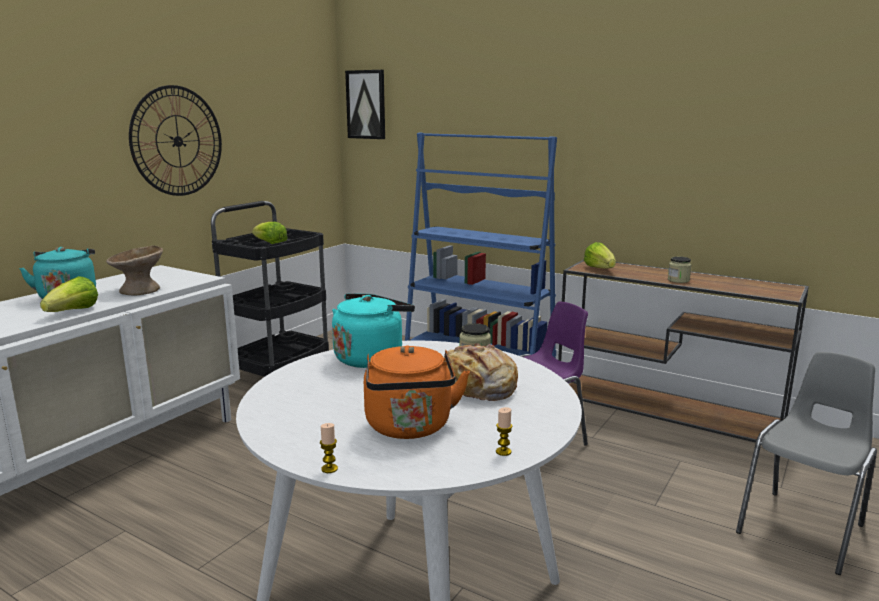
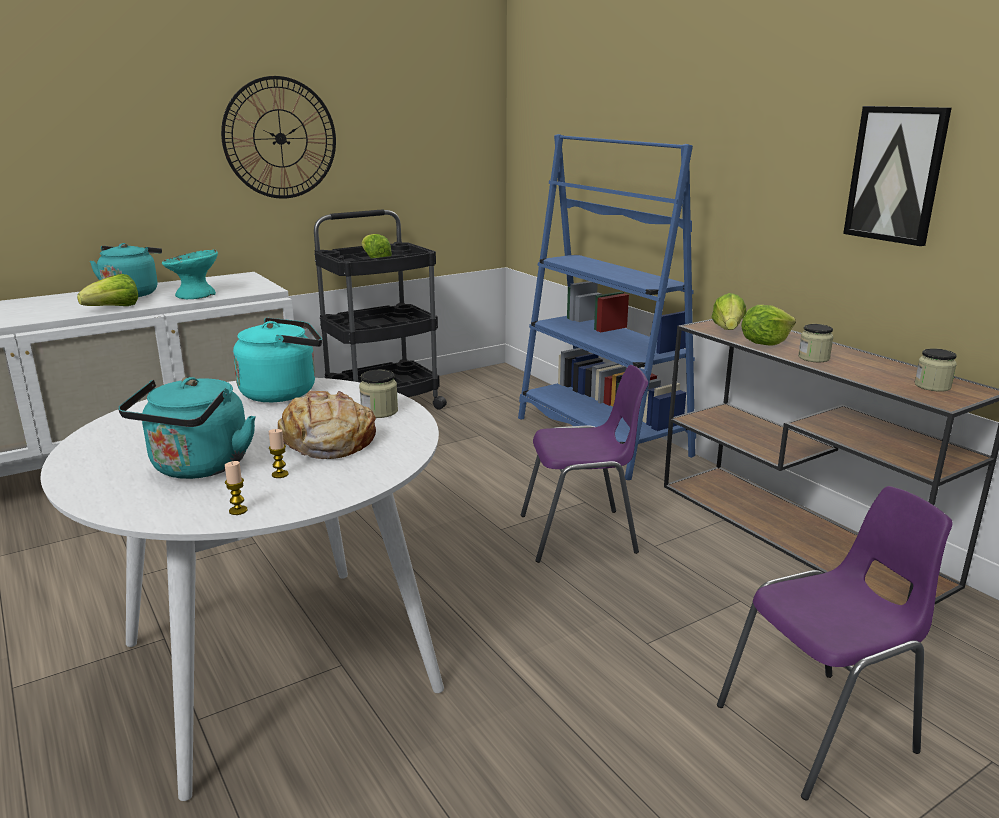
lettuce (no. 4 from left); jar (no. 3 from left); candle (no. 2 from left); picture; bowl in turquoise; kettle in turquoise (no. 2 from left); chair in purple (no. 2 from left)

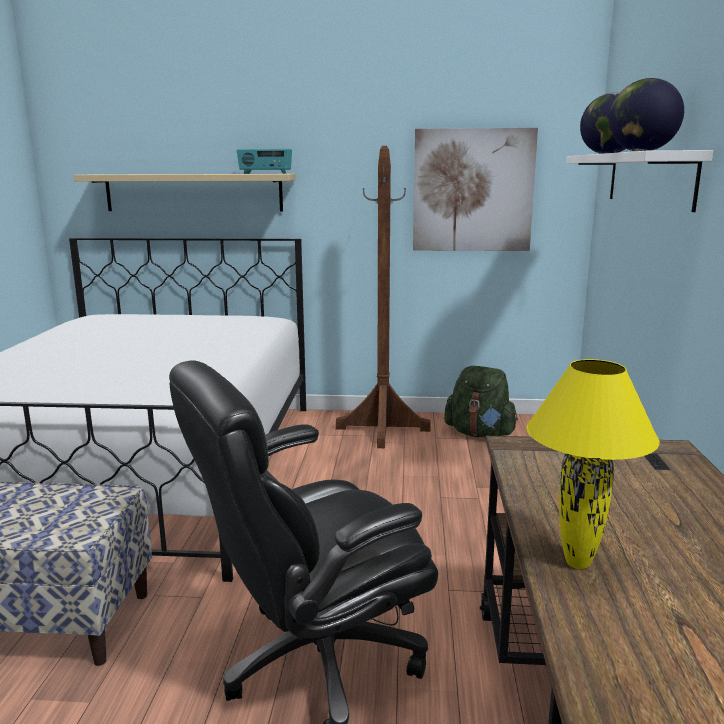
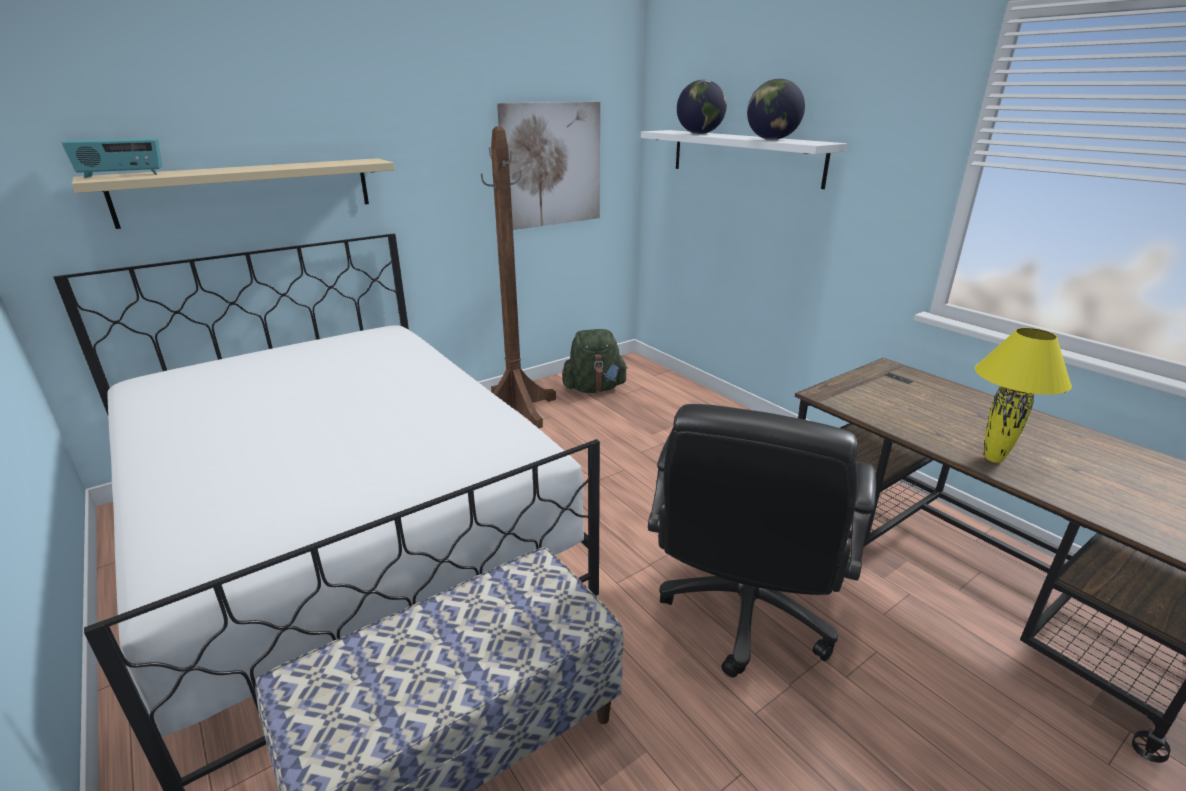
radio

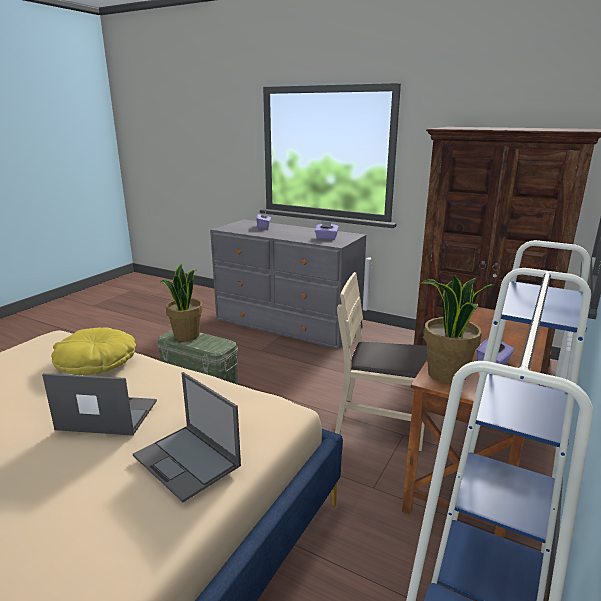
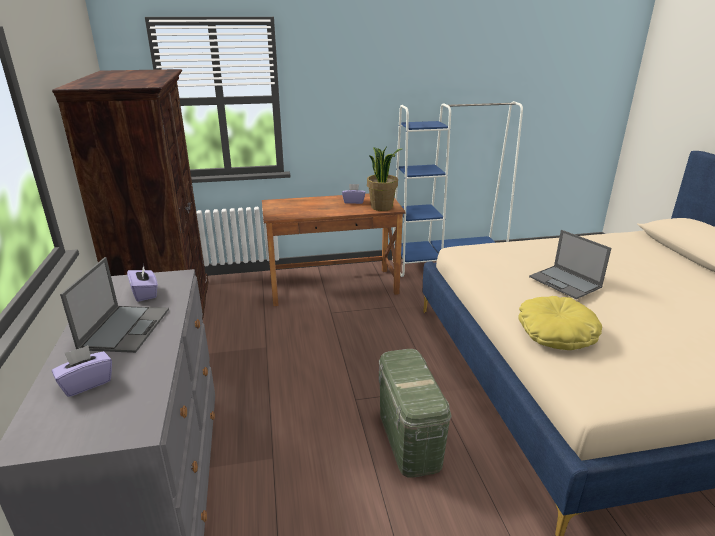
potted plant (no. 1 from left in the first image); chair in beige; laptop (no. 1 from left)

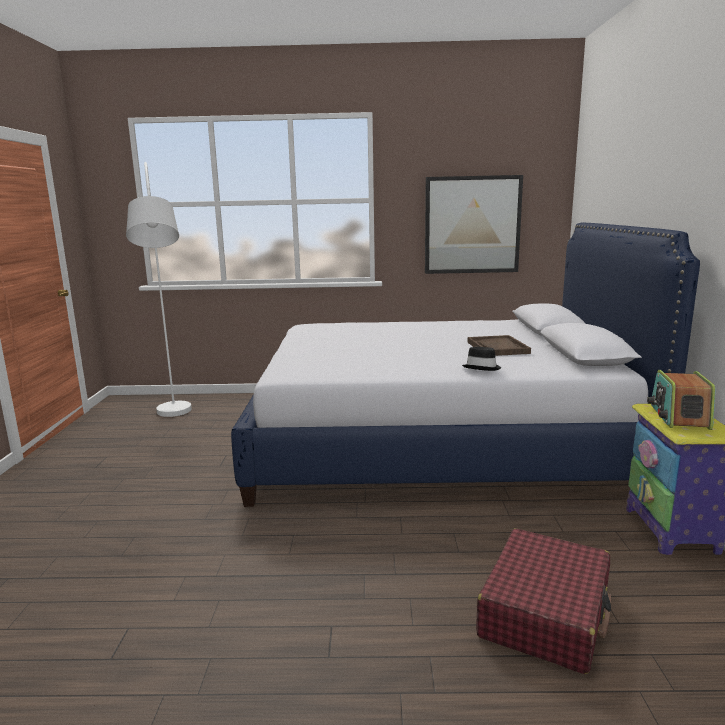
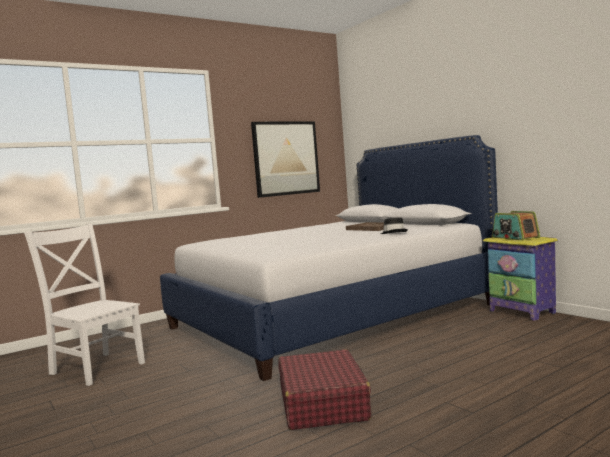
suitcase in red; chair in white

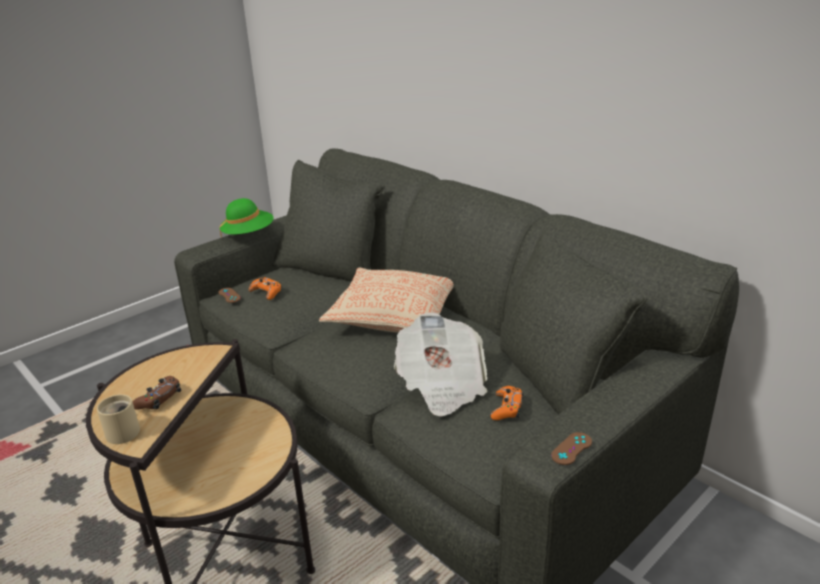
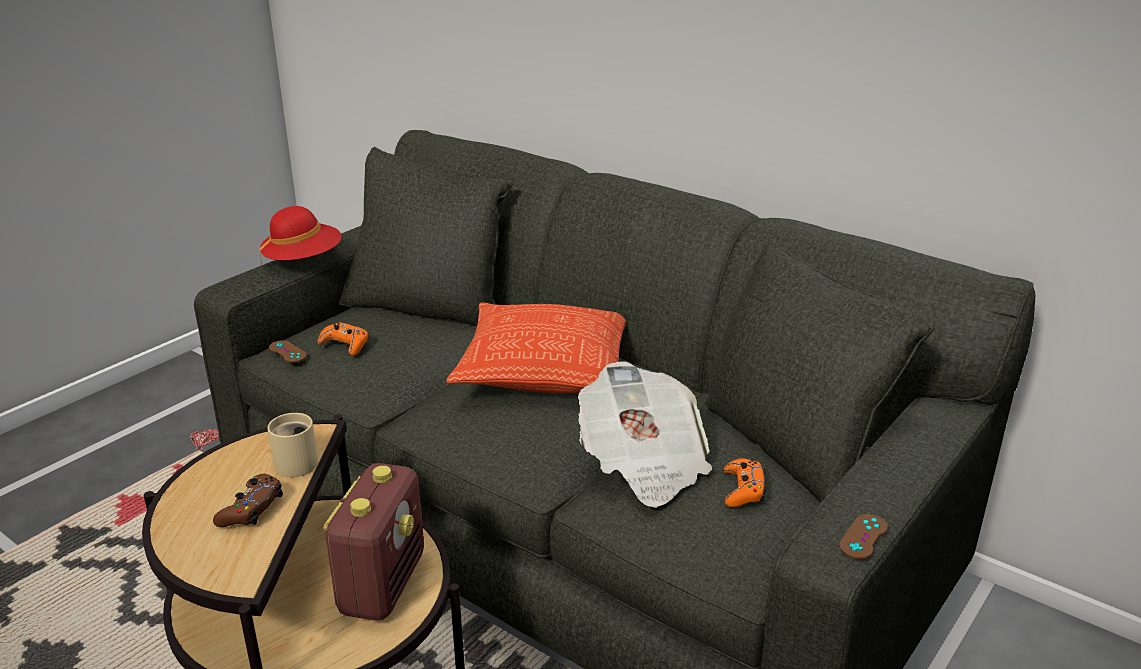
radio; mug in beige; hat in red; pillow in orange

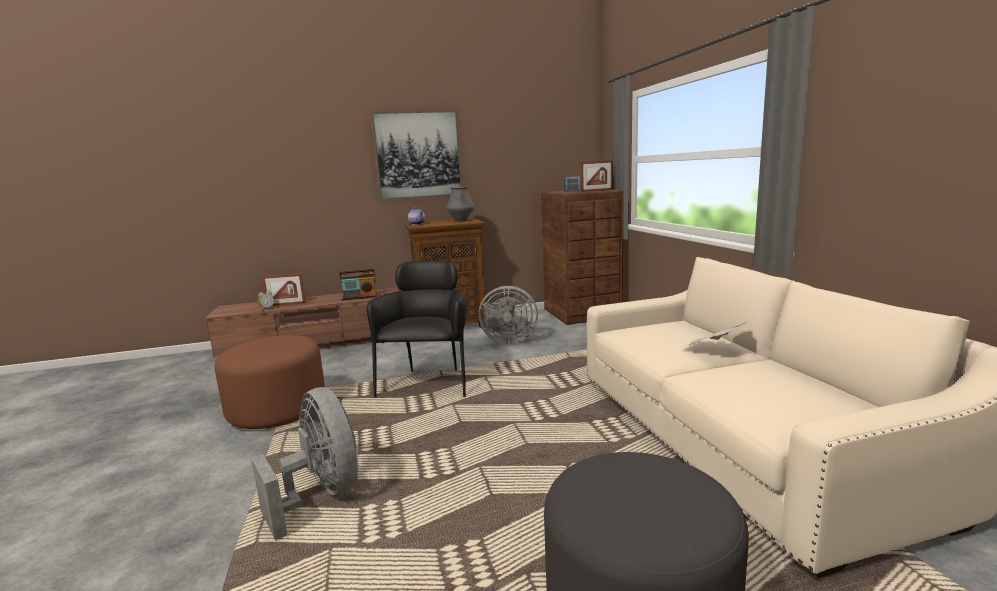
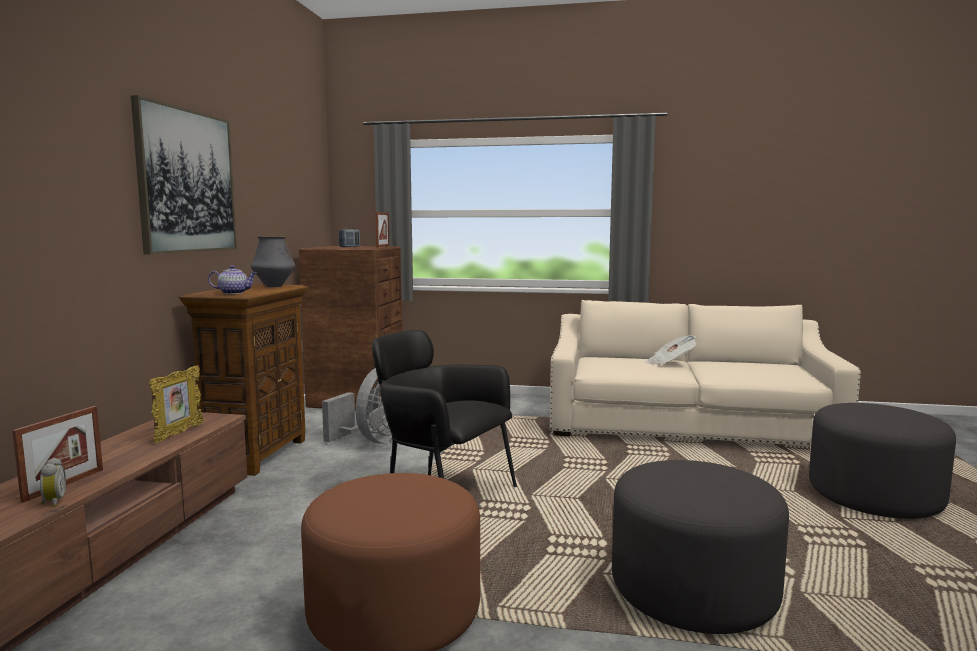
ottoman in grey (no. 1 from left); picture frame (no. 2 from left)

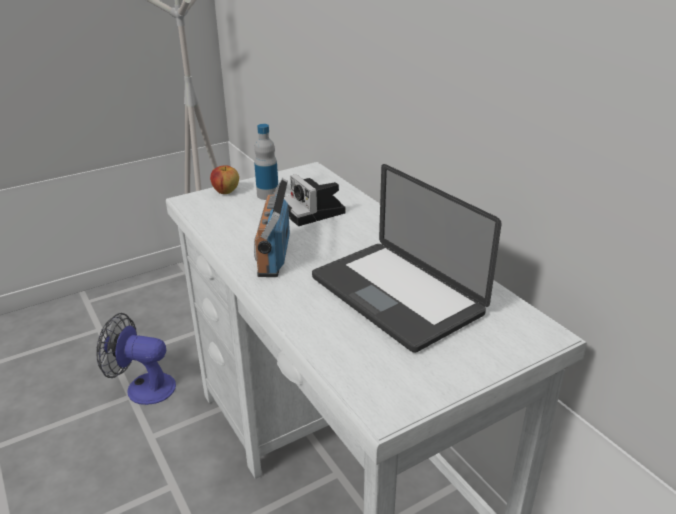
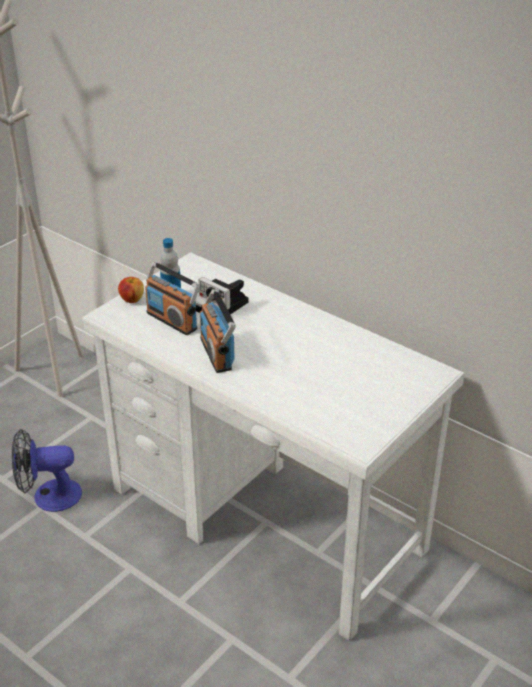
laptop; radio (no. 1 from left)

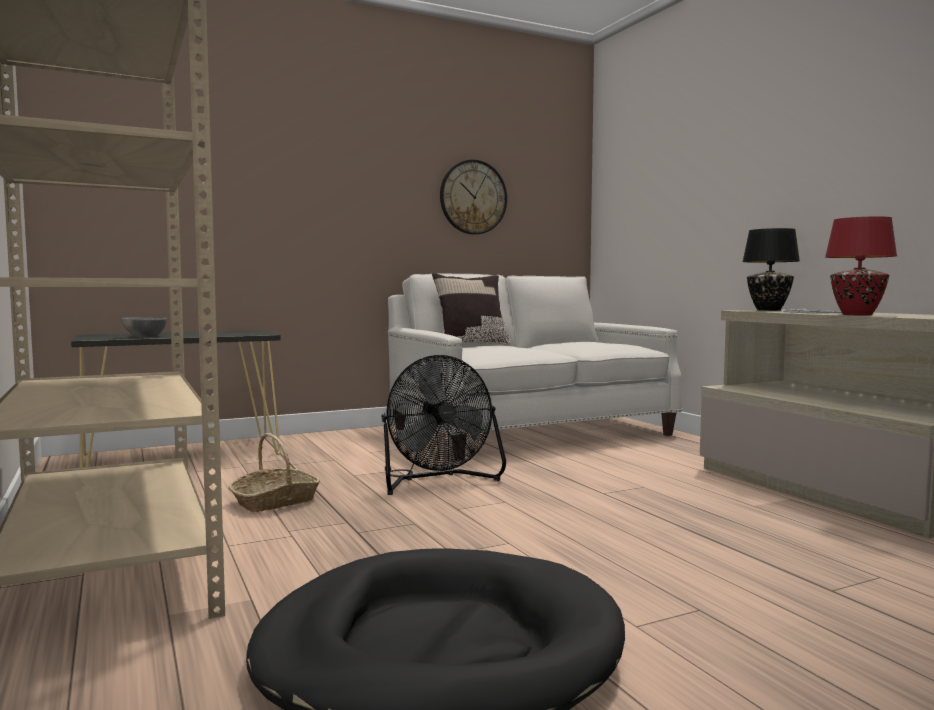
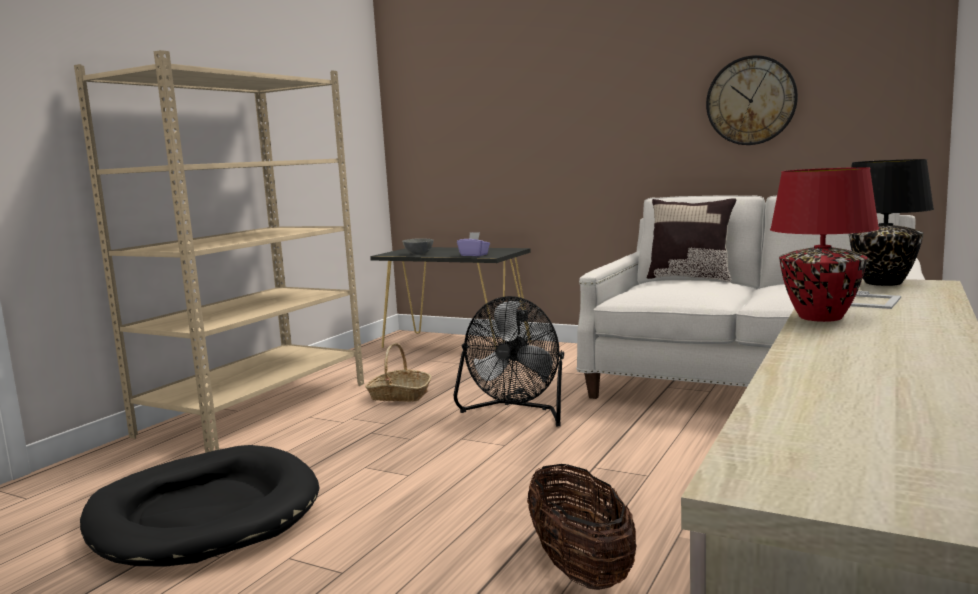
tissue box in purple; basket (no. 2 from left)

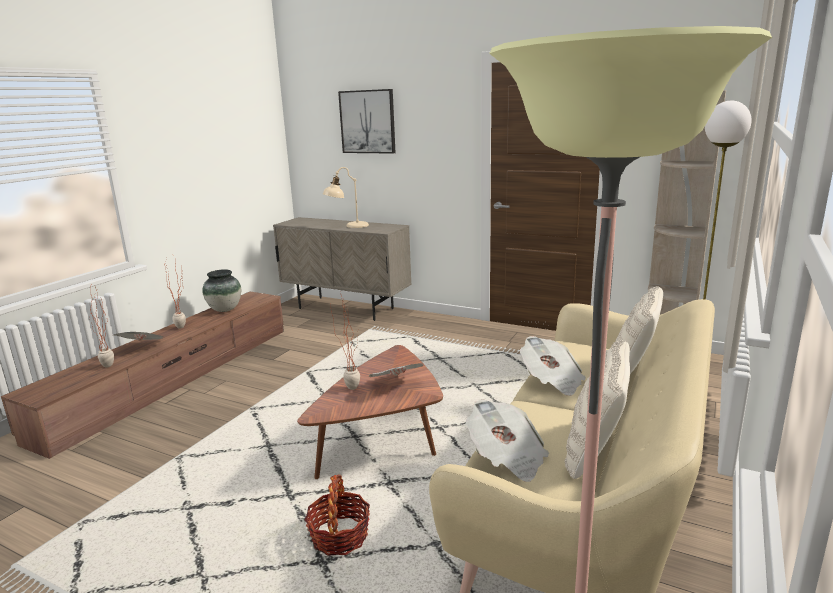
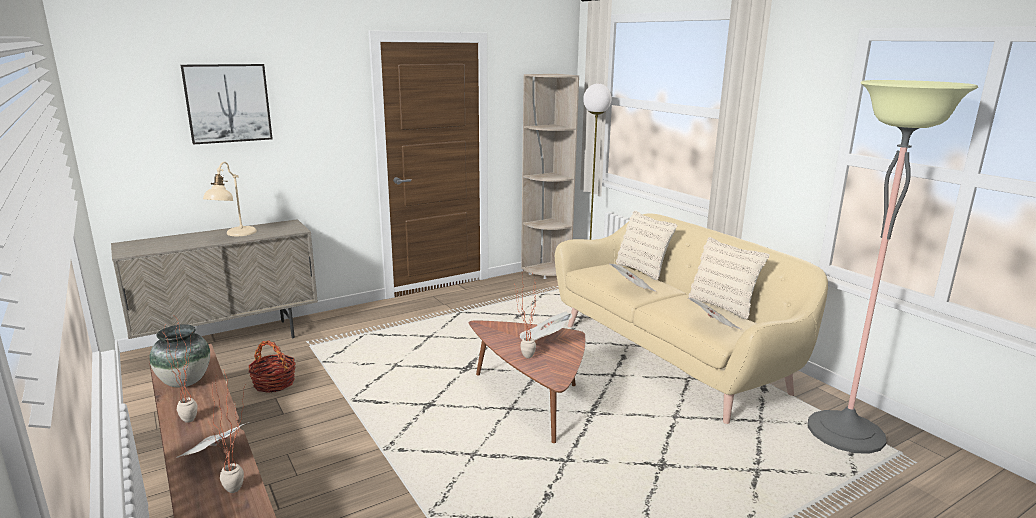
basket

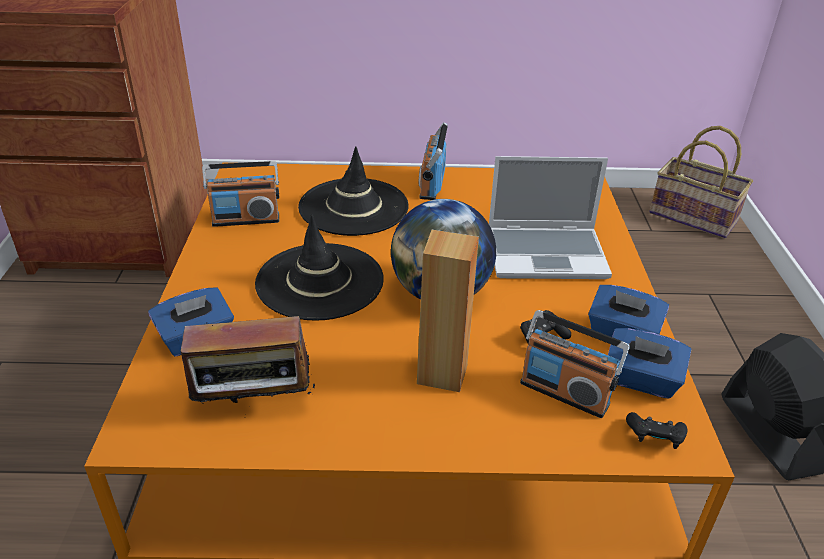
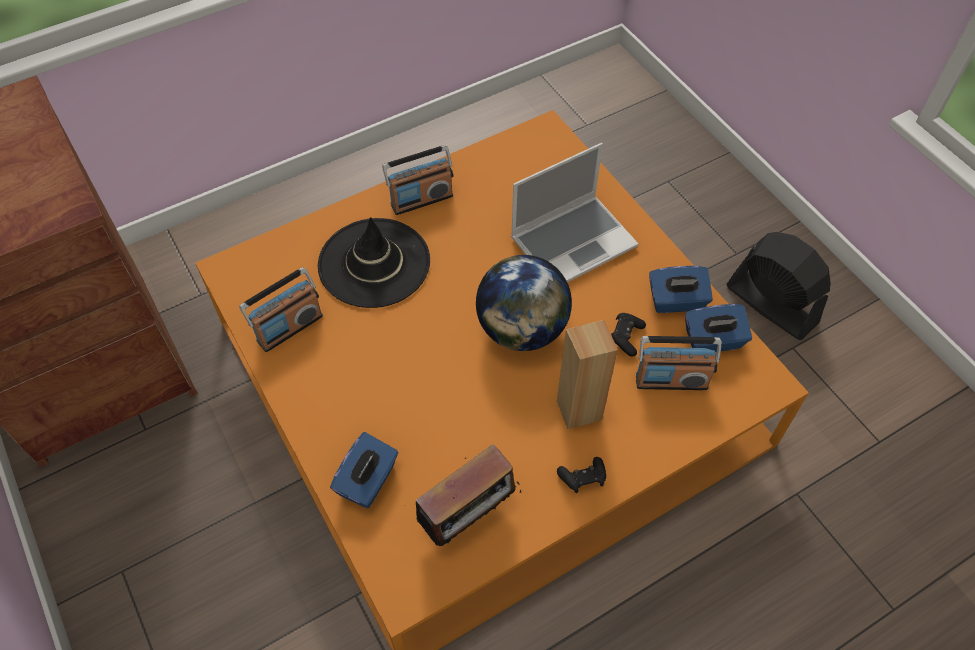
hat in black (no. 1 from left in the first image); basket; game controller in black (no. 1 from left); radio (no. 2 from left)

